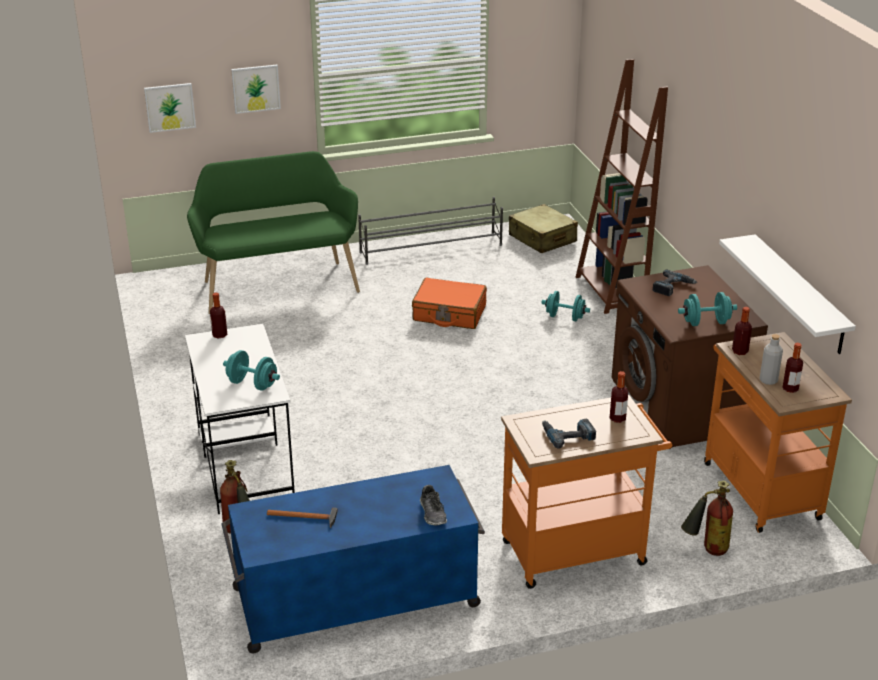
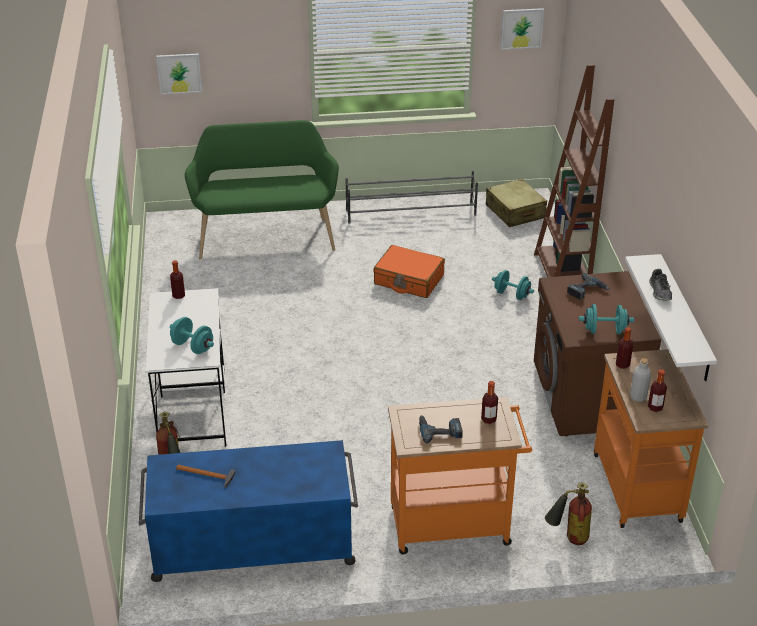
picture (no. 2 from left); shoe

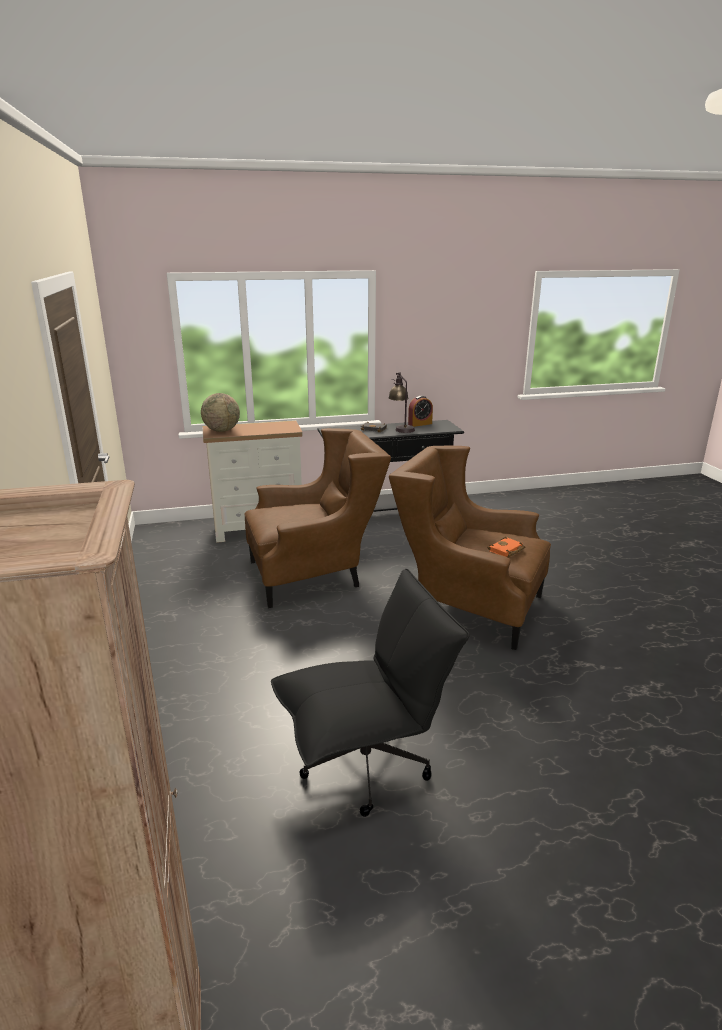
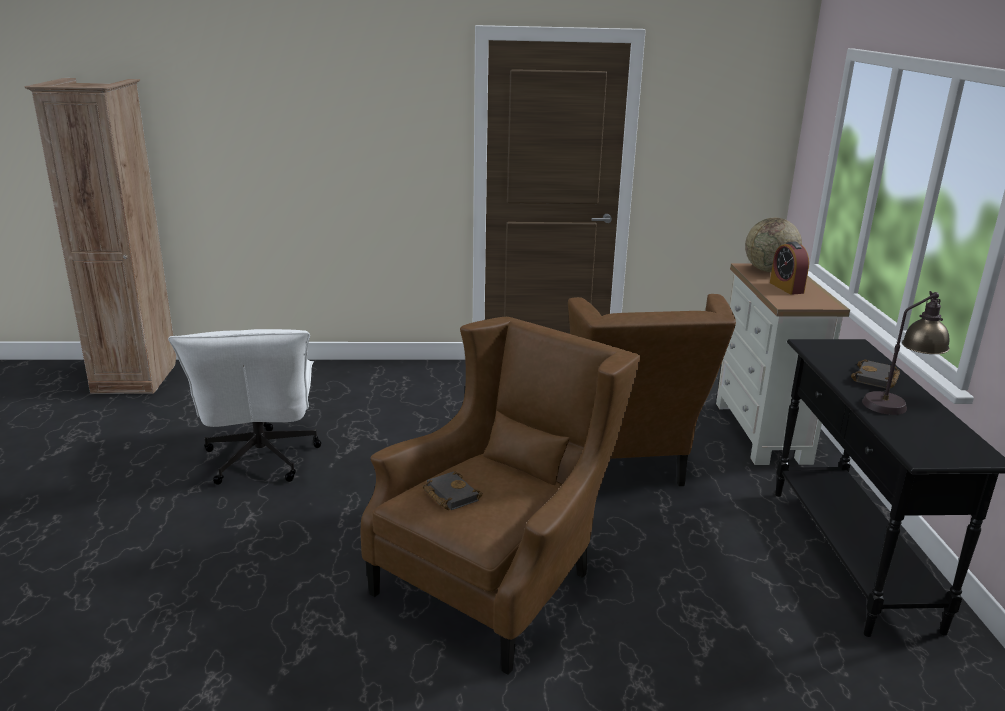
alarm clock; office chair in white; book in black (no. 1 from left)

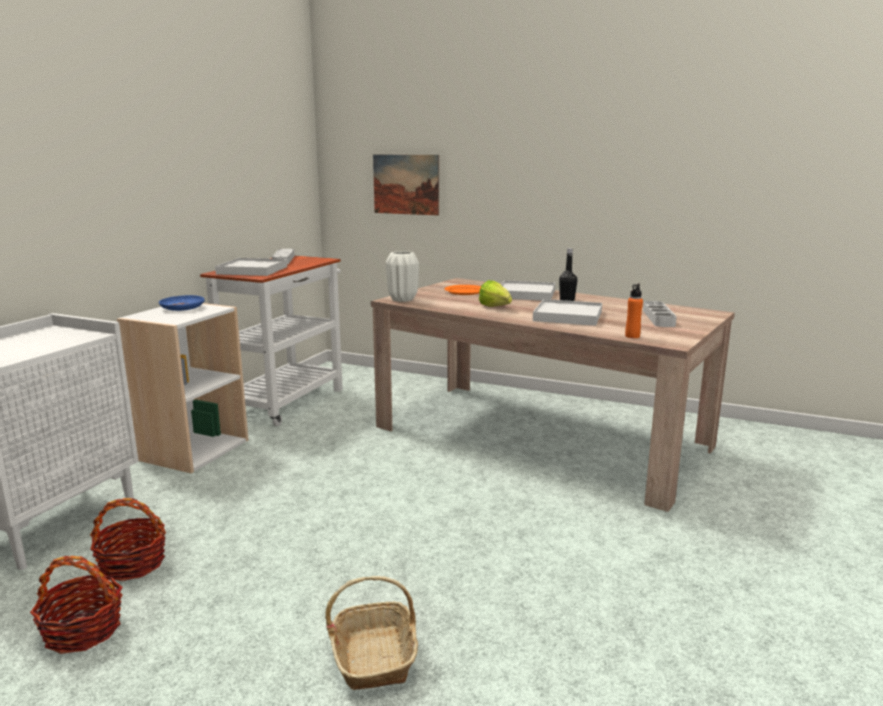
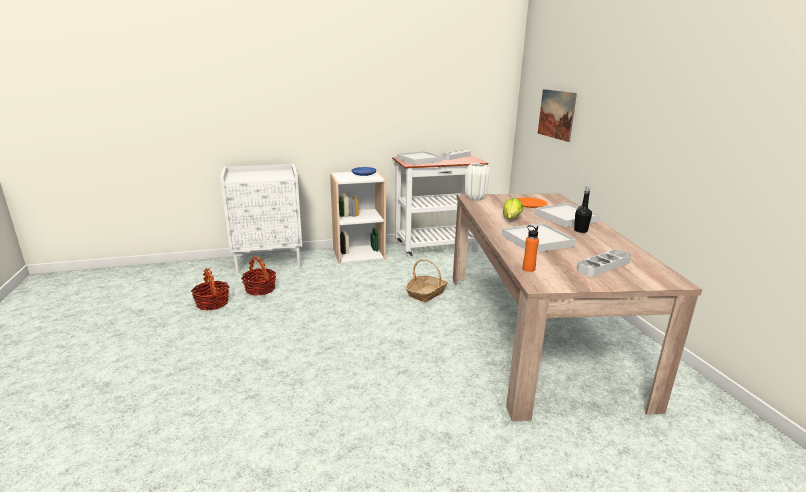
basket (no. 3 from left)

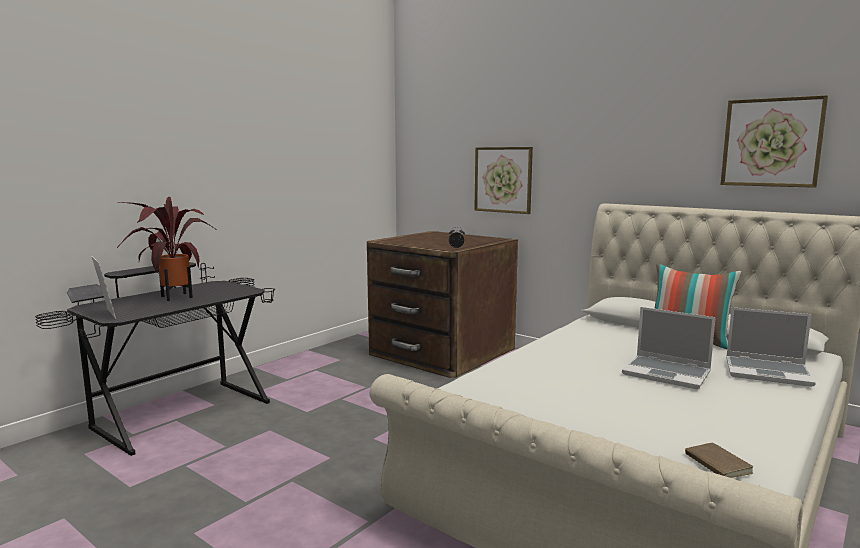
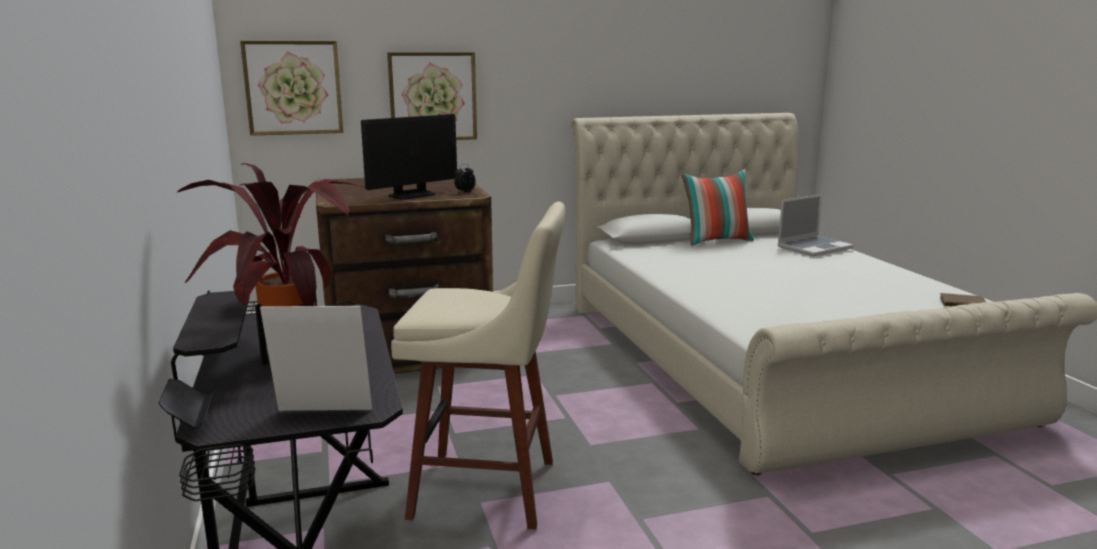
laptop (no. 1 from left in the first image); monitor; stool in beige; picture (no. 1 from left)

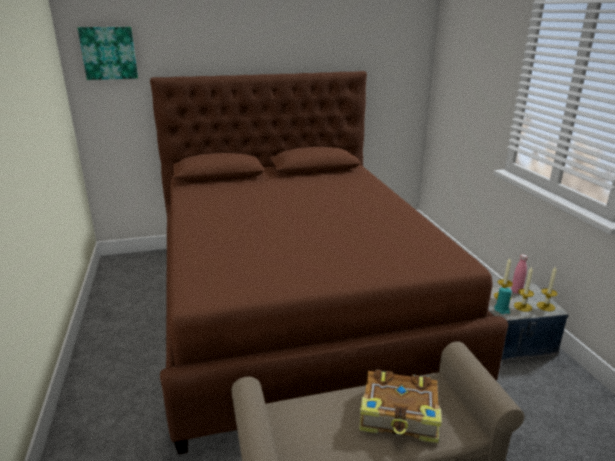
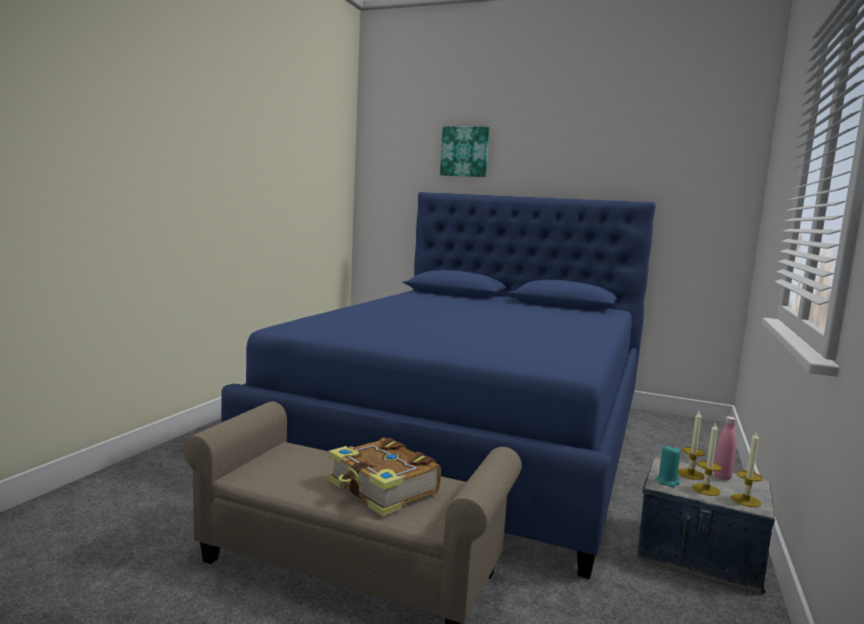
picture; bed in blue

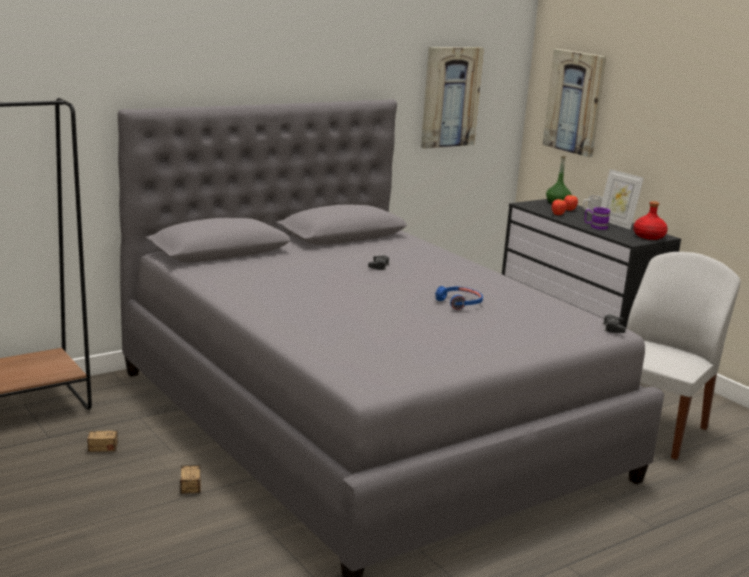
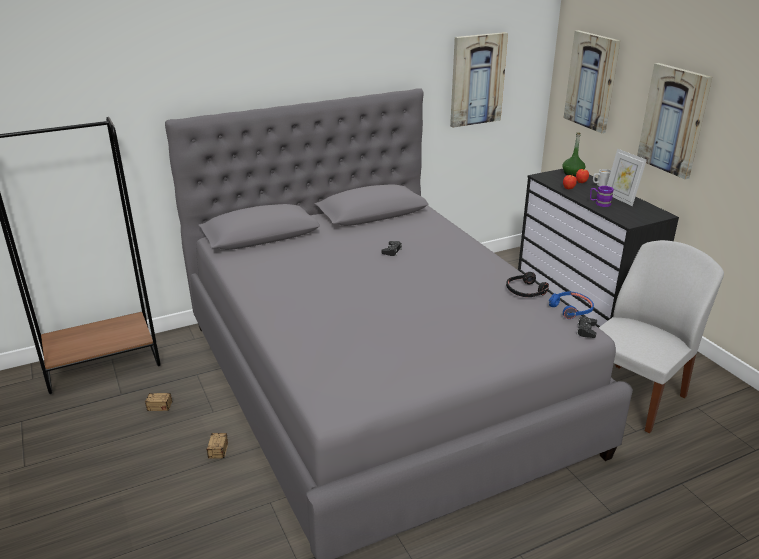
bottle in red; headphones in black; picture (no. 3 from left); headphones in blue

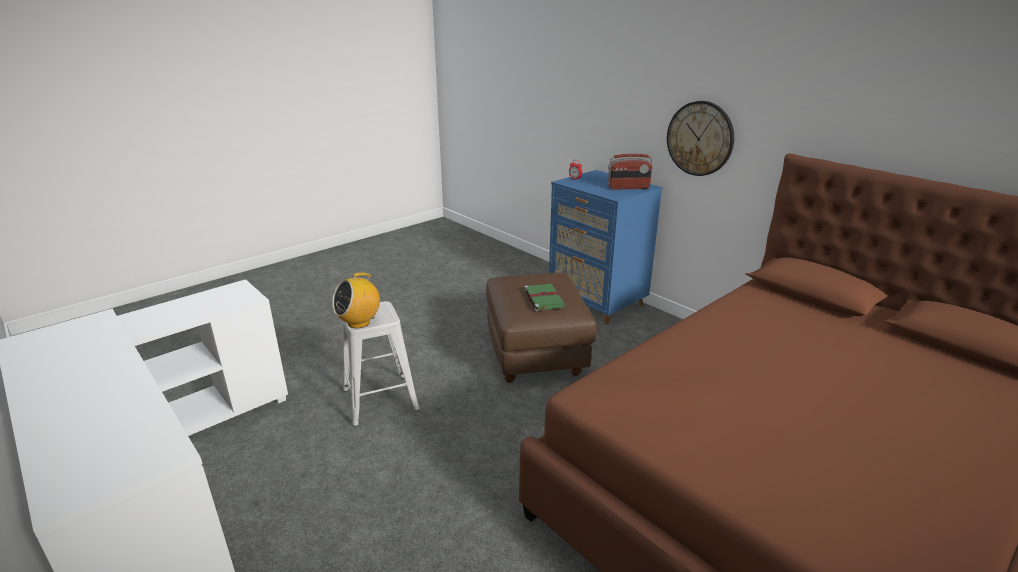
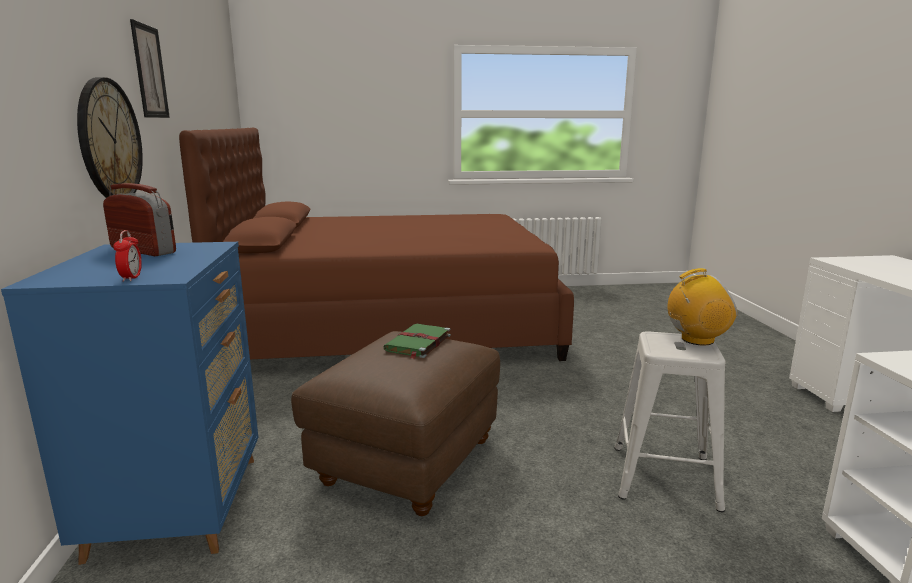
picture

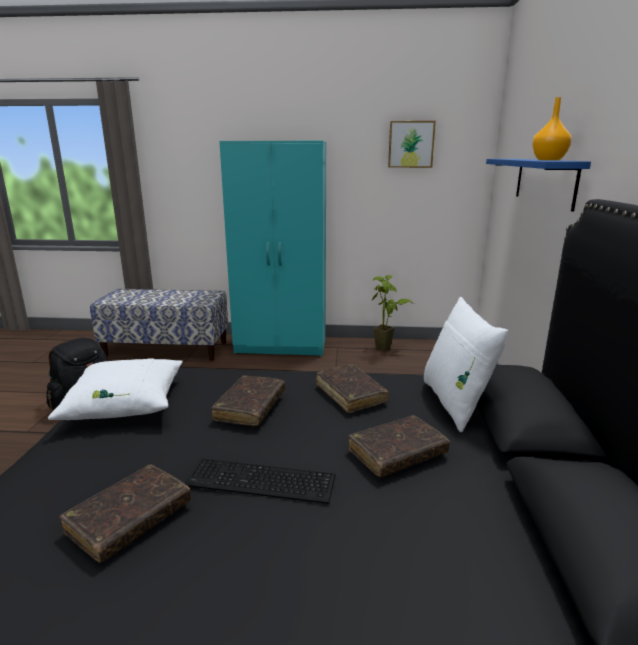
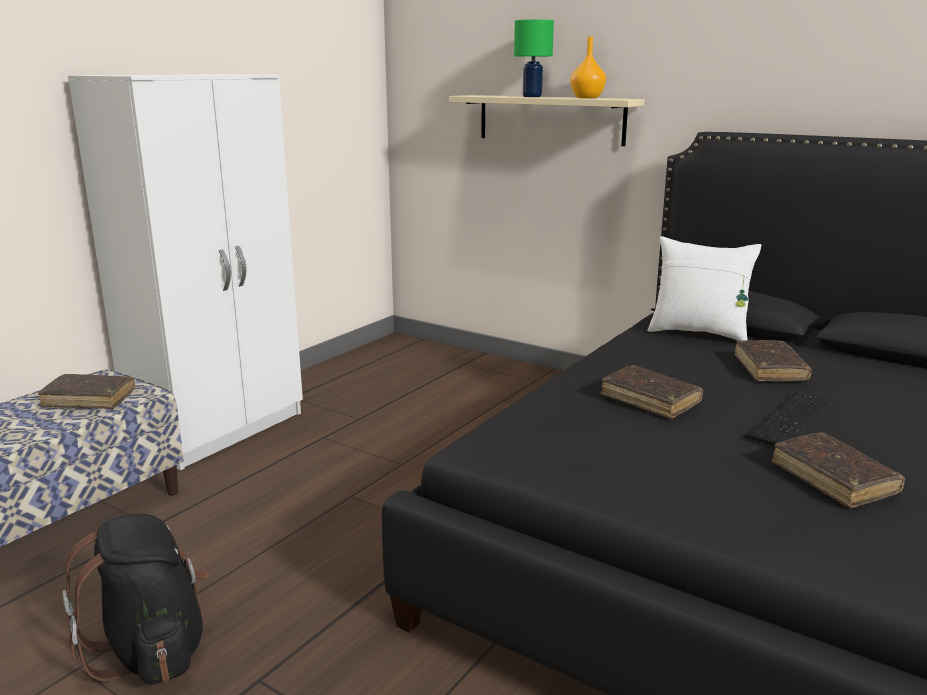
pillow in white (no. 1 from left in the first image); potted plant; picture; table lamp in green; book in brown (no. 1 from left); wardrobe in white; shelf in beige

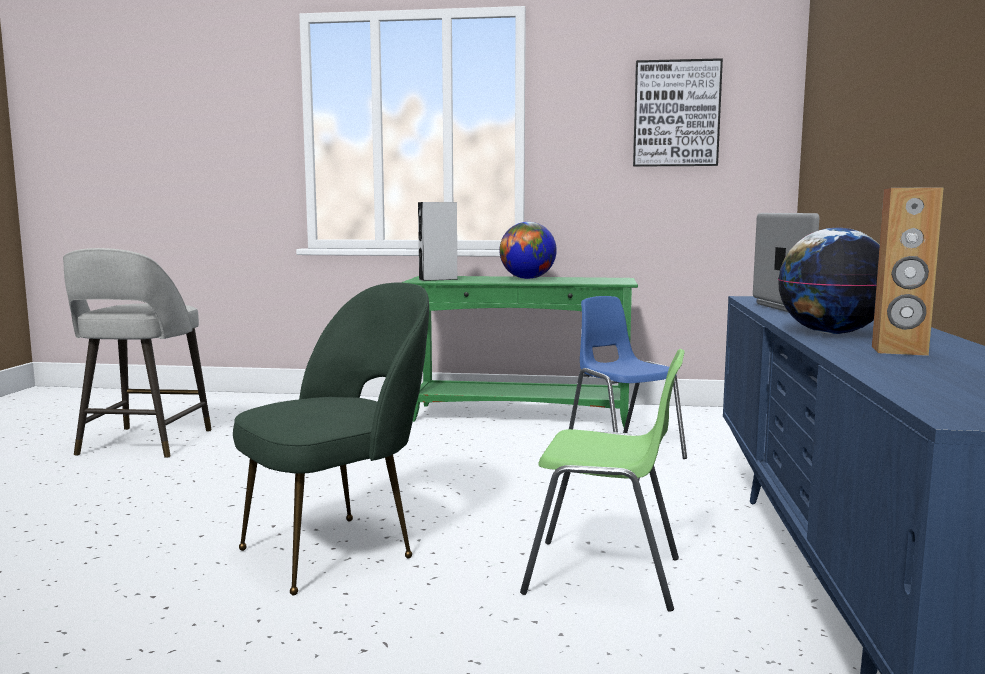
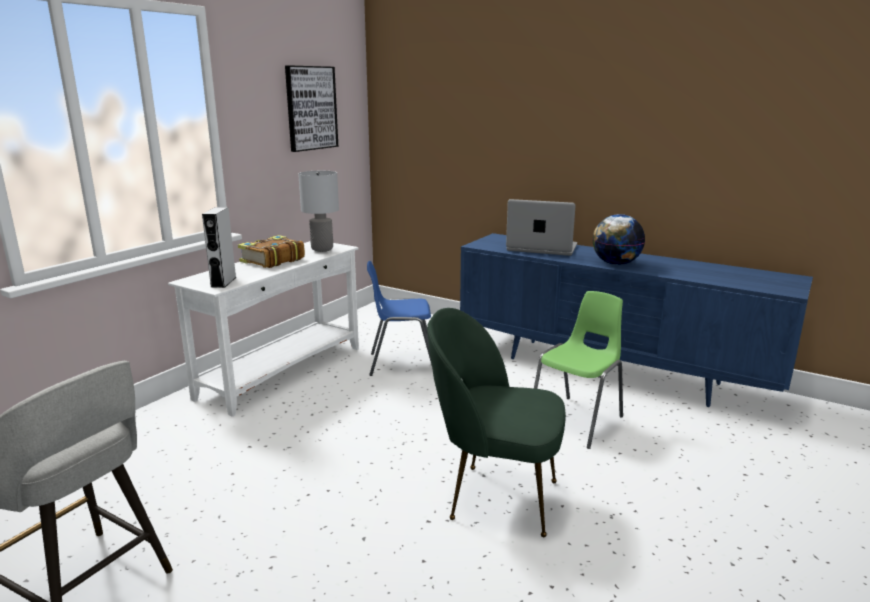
speaker in brown; table lamp in grey; book; console table in white; chair in green (no. 1 from left)

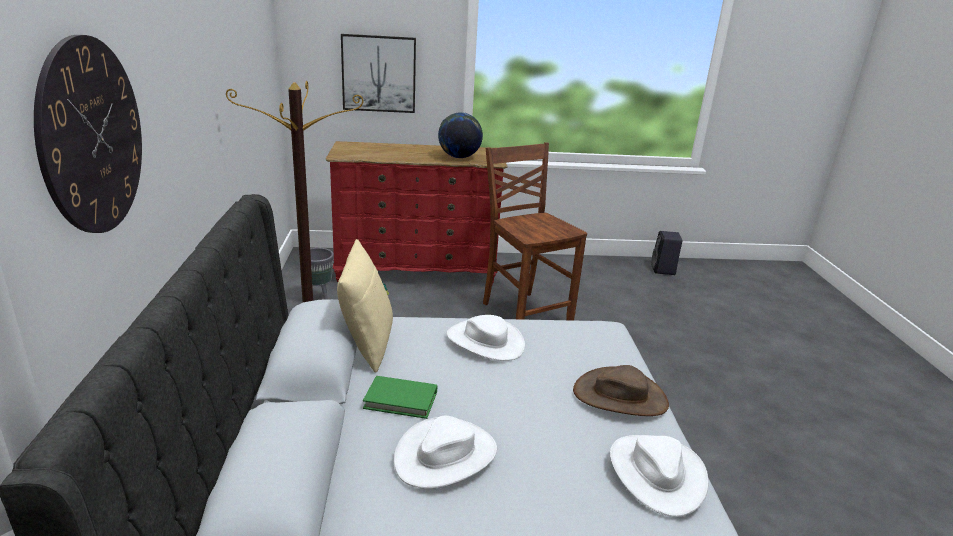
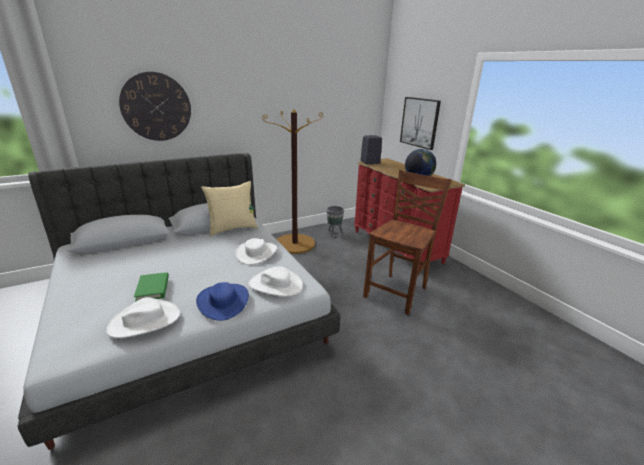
book in green; hat in white (no. 3 from left); speaker in black; hat in blue

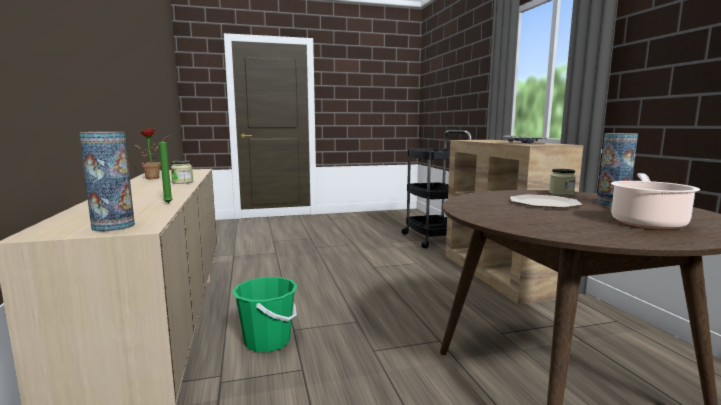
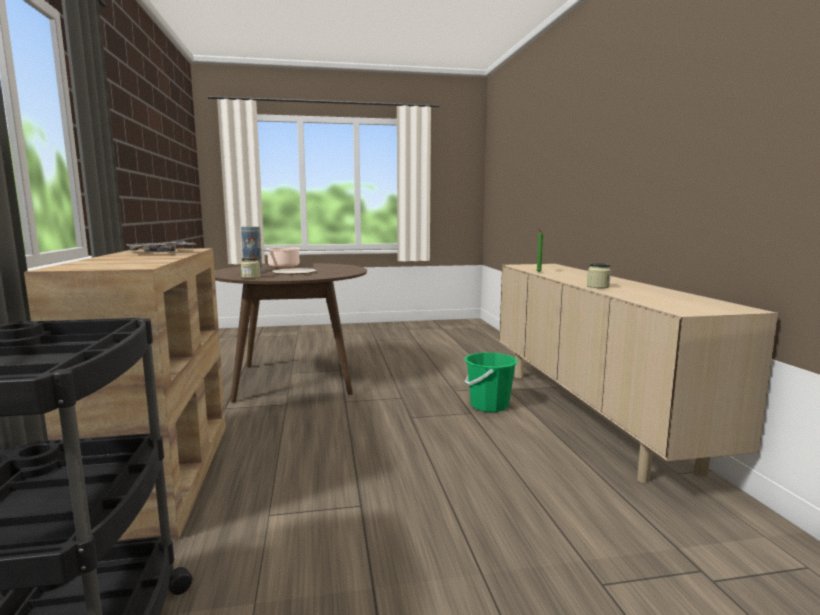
vase (no. 1 from left in the first image); potted plant

